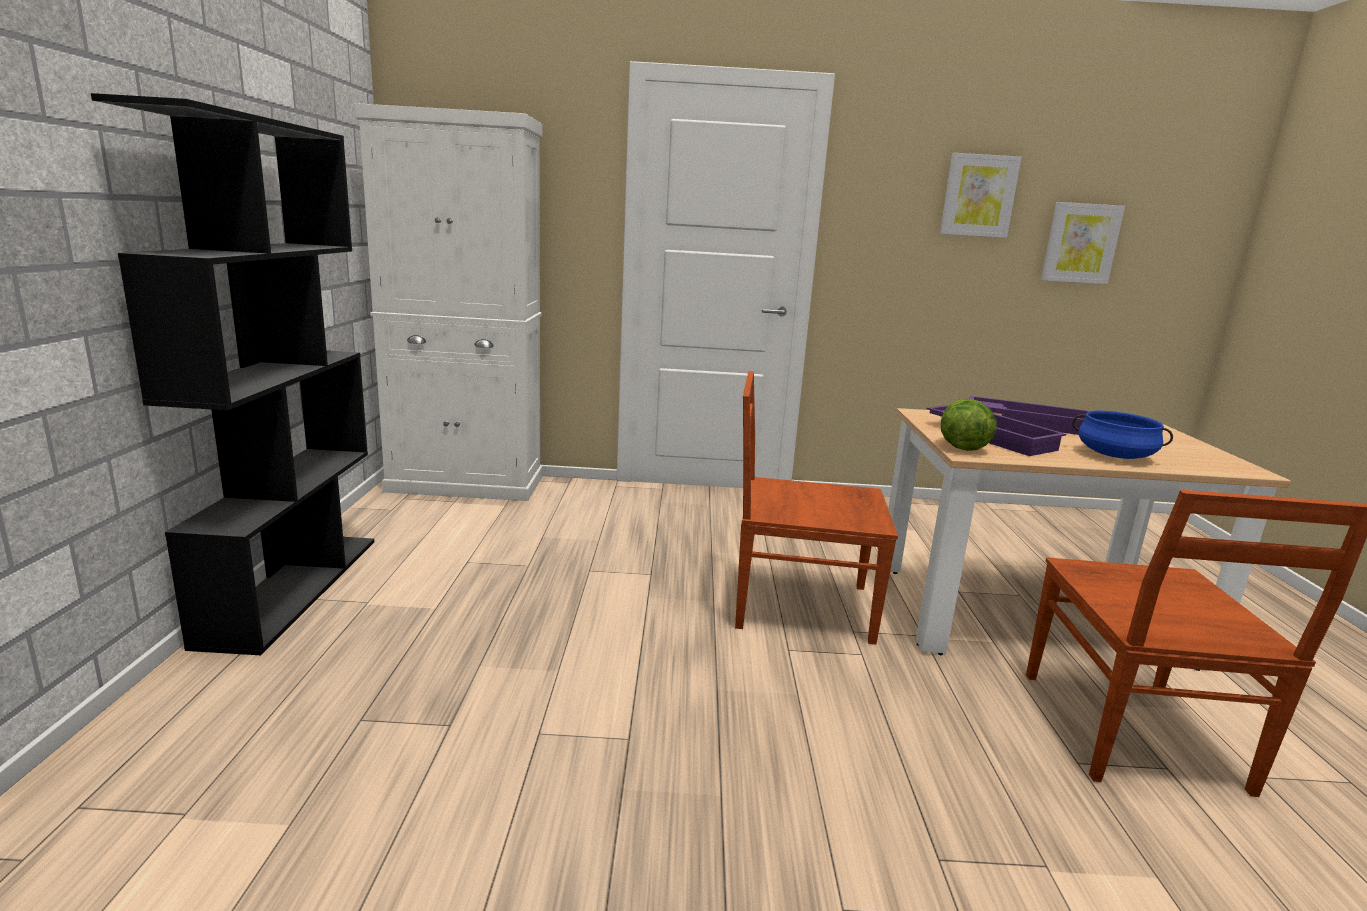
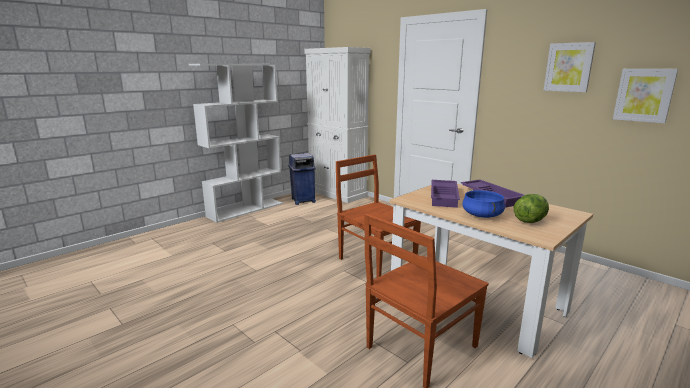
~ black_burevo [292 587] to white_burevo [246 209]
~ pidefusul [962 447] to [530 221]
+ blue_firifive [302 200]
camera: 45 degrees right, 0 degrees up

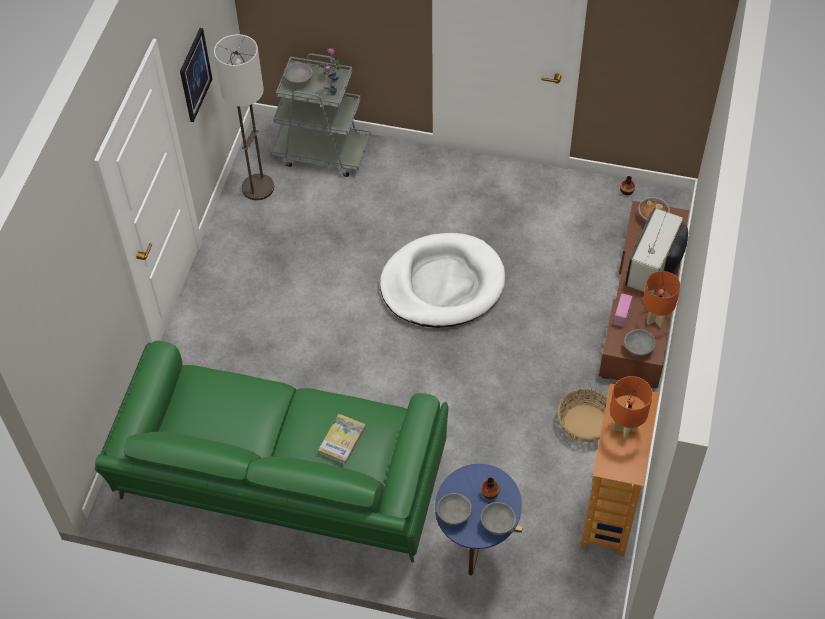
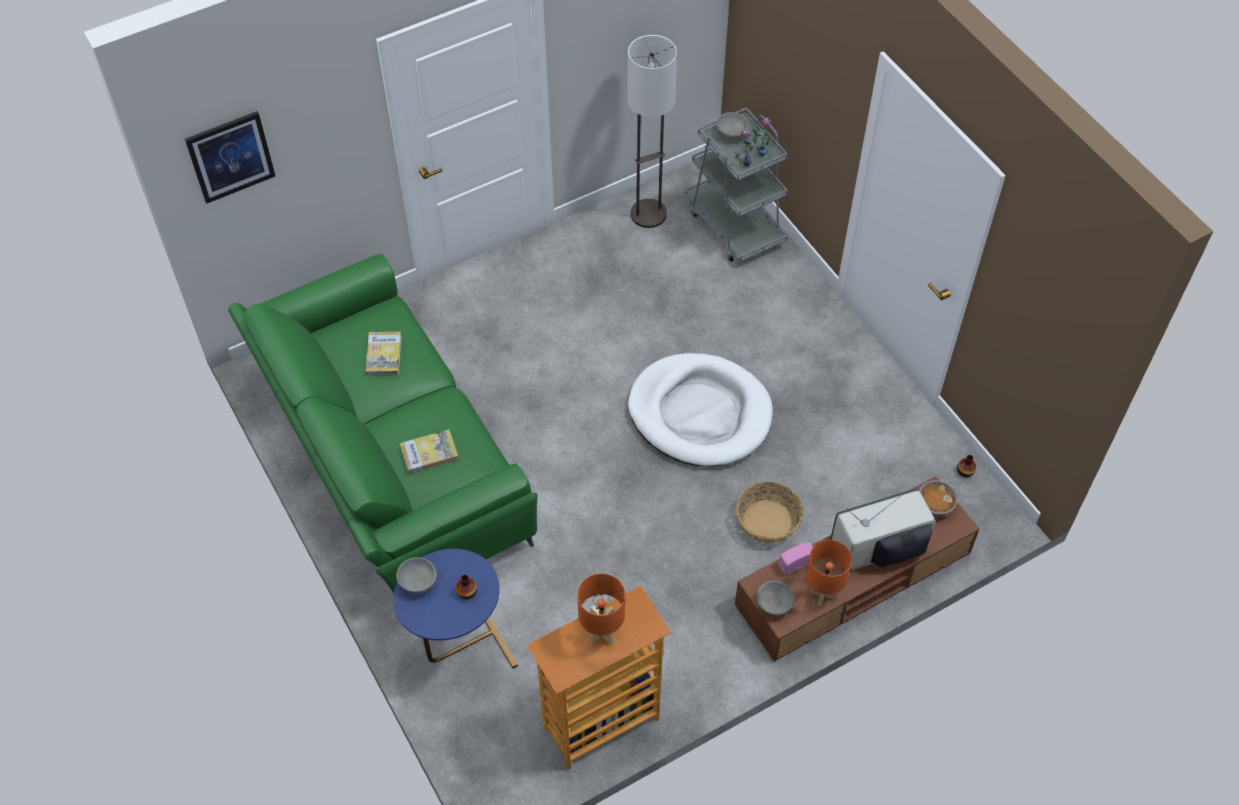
~ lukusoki [195 75] to [230 156]
- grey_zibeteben [498 524]
~ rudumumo [584 423] to [767 521]
+ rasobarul [383 355]
camera: 45 degrees right, 0 degrees up

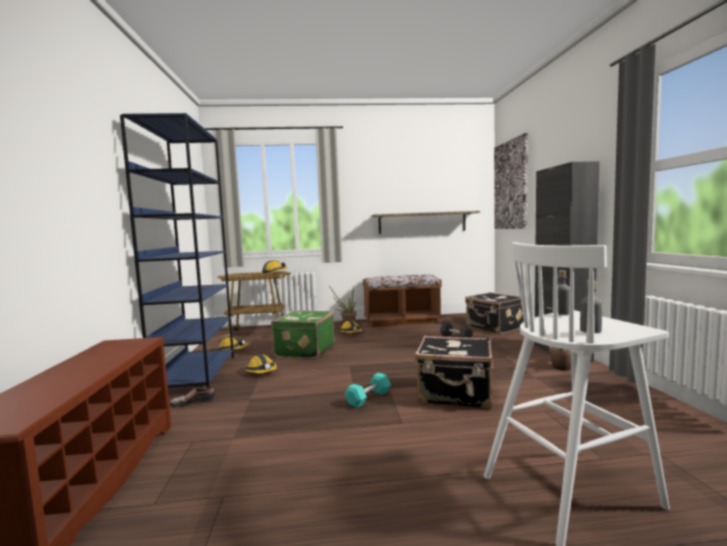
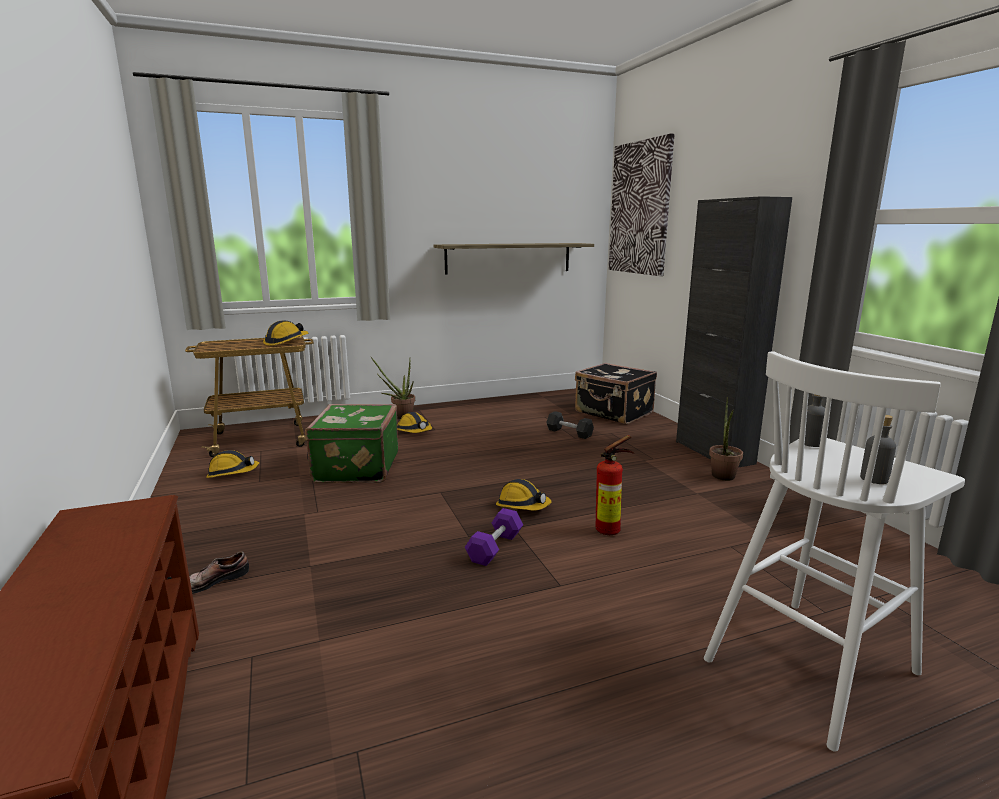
- blue_burevo [196 375]
~ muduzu [261 372] to [523 506]
~ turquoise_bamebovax [368 398] to purple_bamebovax [495 547]
- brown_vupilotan [401 321]
~ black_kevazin [456 394] to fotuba [611 530]
camera: 15 degrees left, 10 degrees up

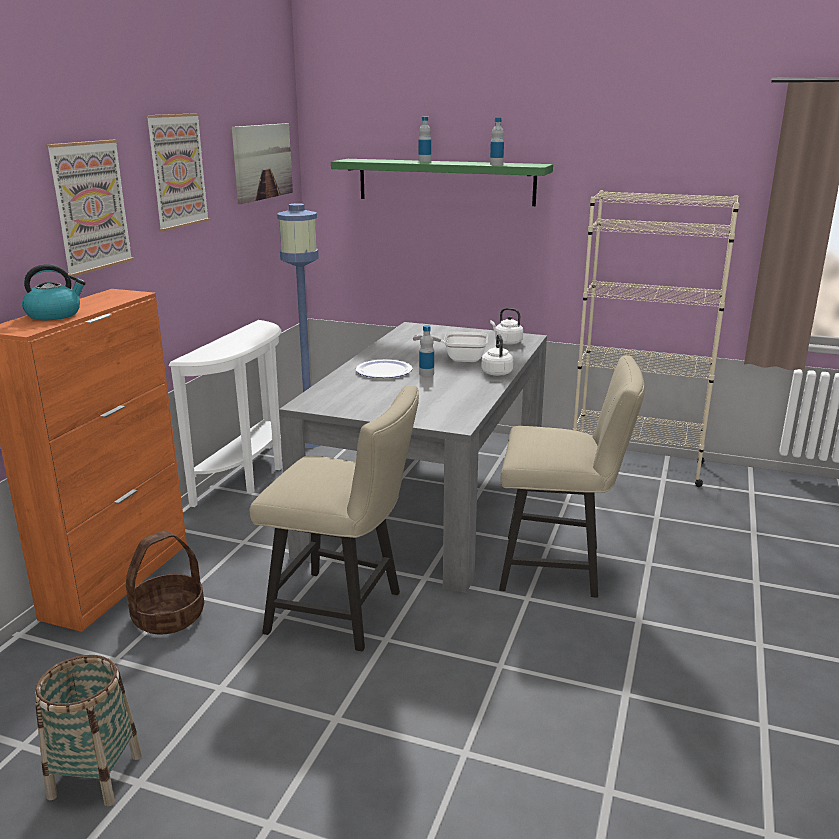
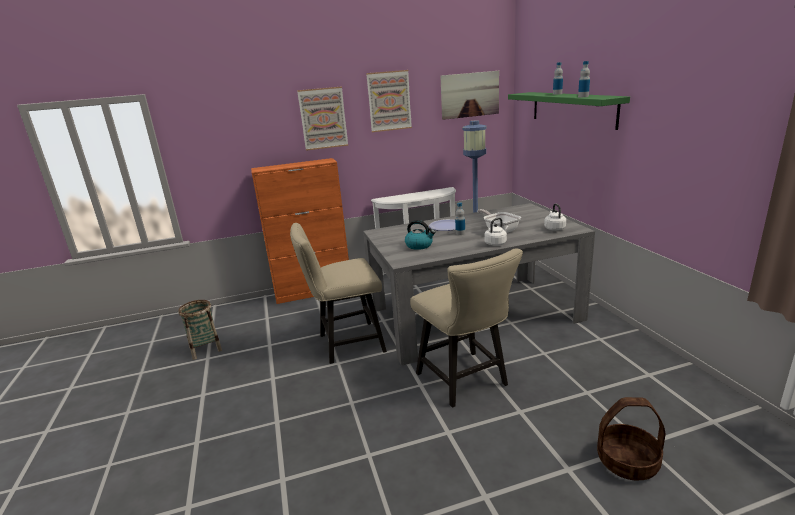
~ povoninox [55 315] to [419 245]
~ rudumumo [168 617] to [627 462]
~ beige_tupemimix [344 613] = [346 344] 90 degrees clockwise
- beige_burevo [636 465]
camera: 55 degrees right, 0 degrees up

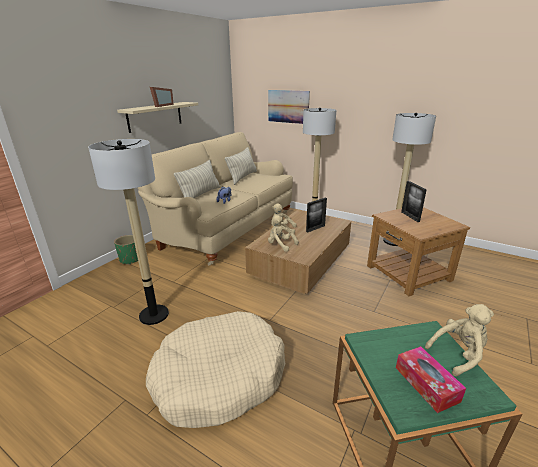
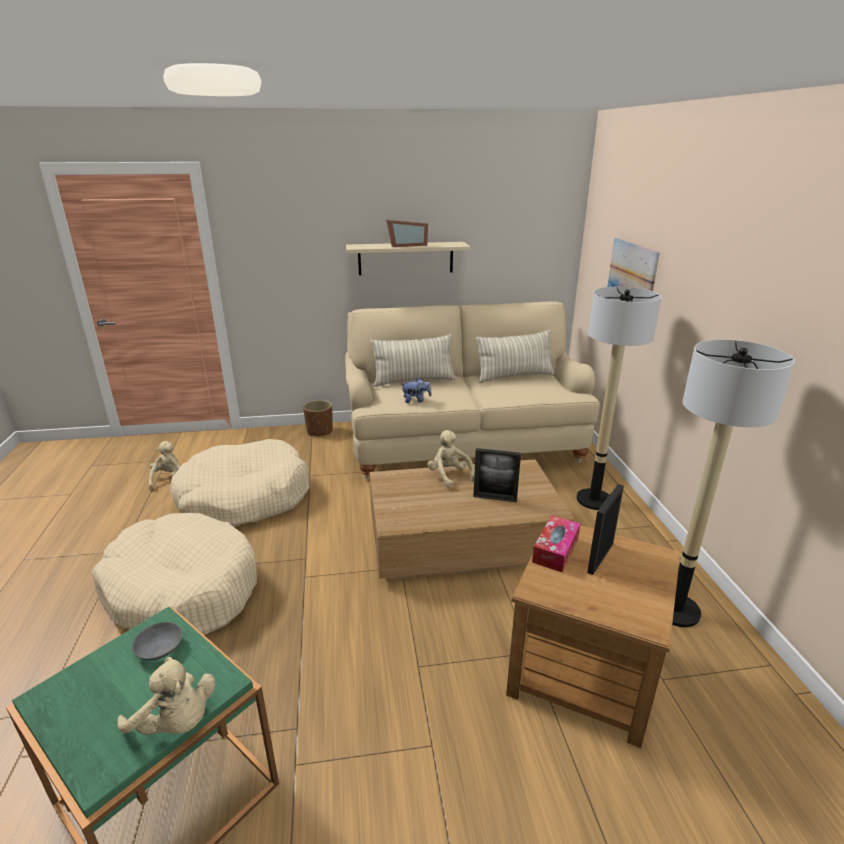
~ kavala [154 315] to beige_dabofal [244 497]
~ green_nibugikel [130 259] to brown_nibugikel [320 431]
~ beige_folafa [280 245] to [169 480]
~ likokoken [426 384] to [555 550]
+ grey_zibeteben [159 649]
camera: 50 degrees right, 0 degrees up

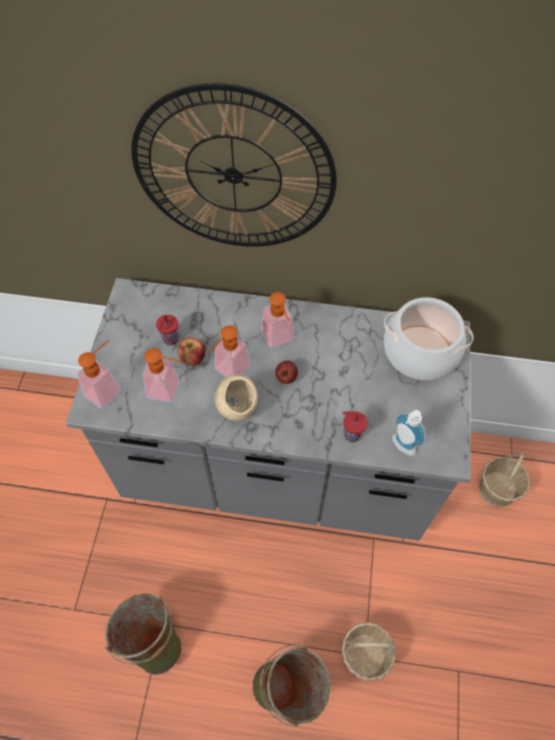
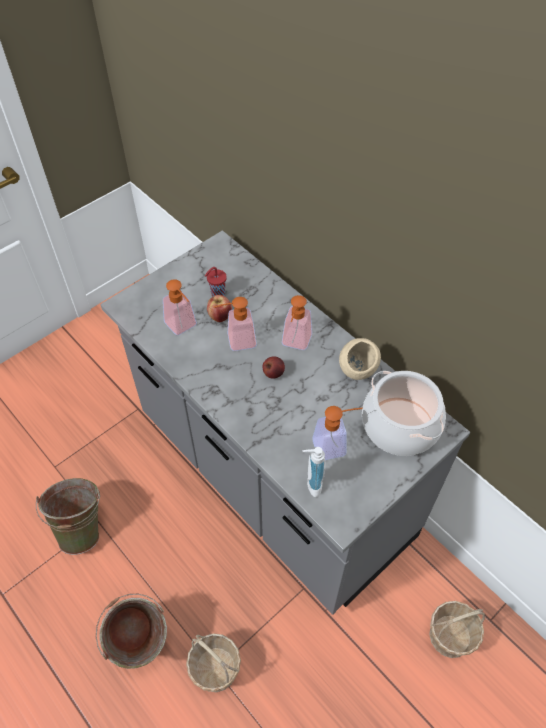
~ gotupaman [107 388] to [335 446]
- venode [233 174]
~ beige_zibeteben [237 409] to [357 372]
- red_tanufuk [351 435]
camera: 40 degrees right, 5 degrees down

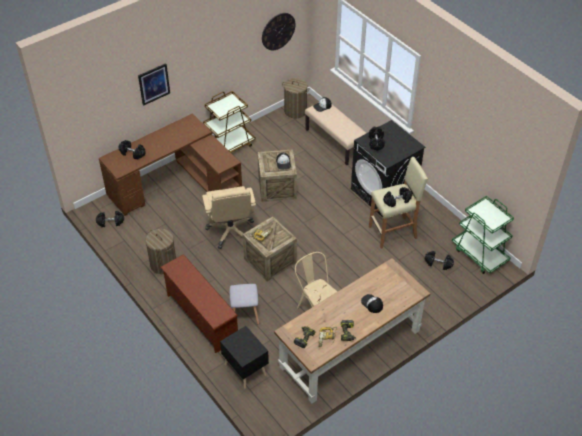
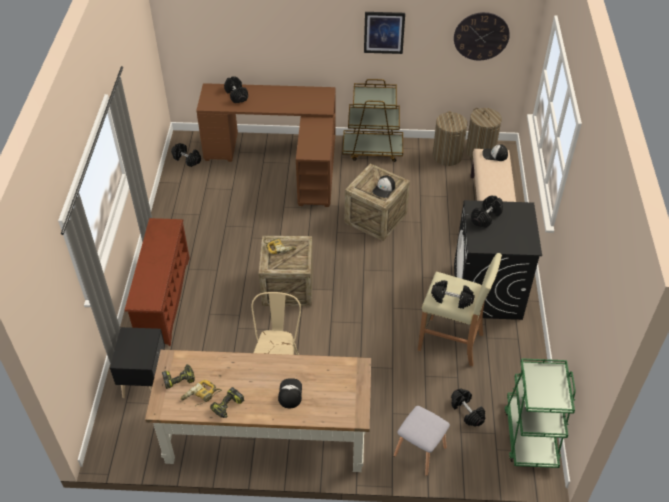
~ lukusoki [154 84] to [384 32]
~ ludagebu [163 264] to [447 156]
- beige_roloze [231 231]
~ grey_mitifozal [245 314] to [421 451]
camera: 40 degrees right, 0 degrees up

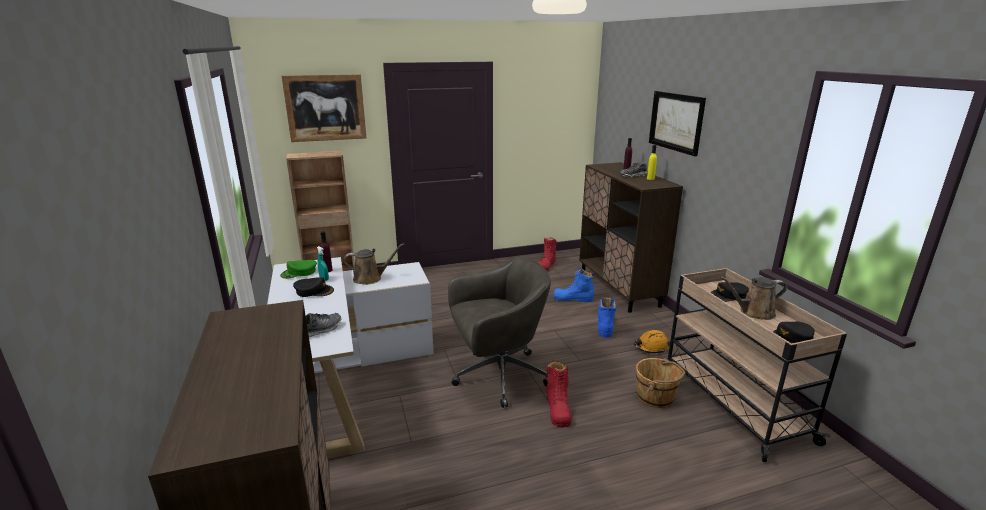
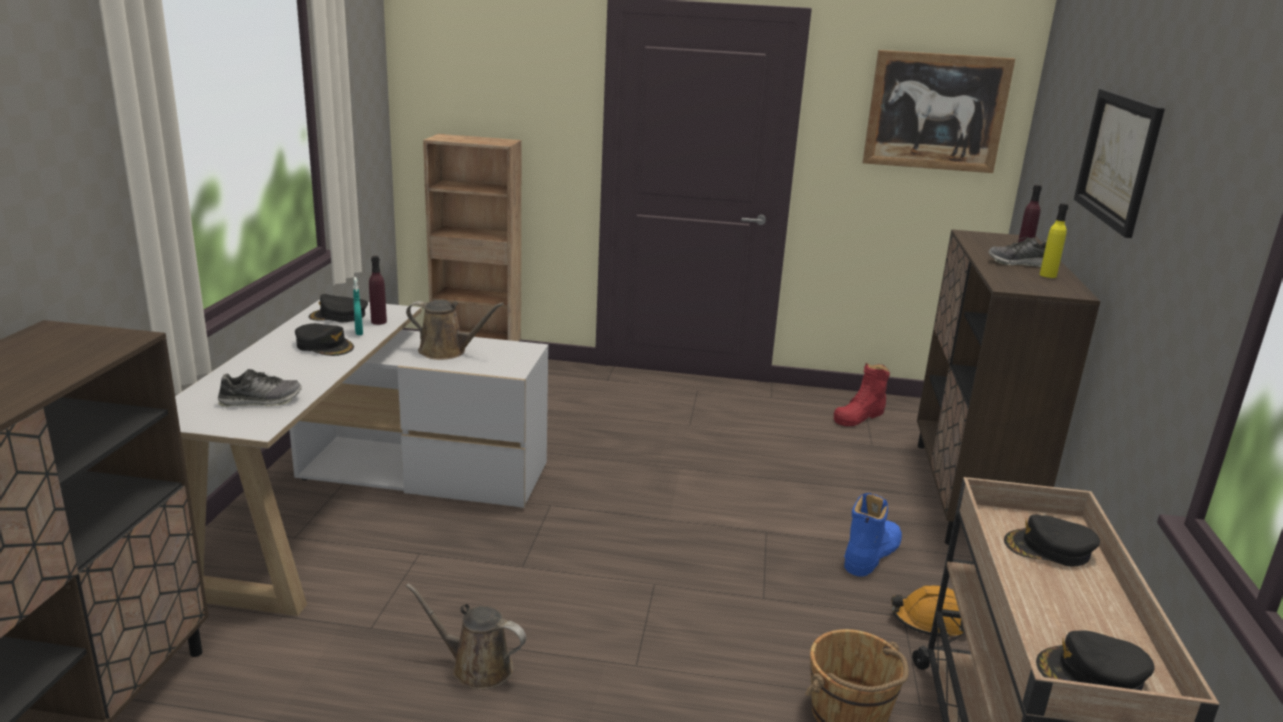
~ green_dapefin [299 272] to black_dapefin [338 316]
~ lukusoki [325 108] to [936 112]
- grey_roloze [498 376]
- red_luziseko [558 409]
- blue_luziseko [573 298]
~ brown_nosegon [754 312] to [476 667]
camera: 25 degrees right, 0 degrees up

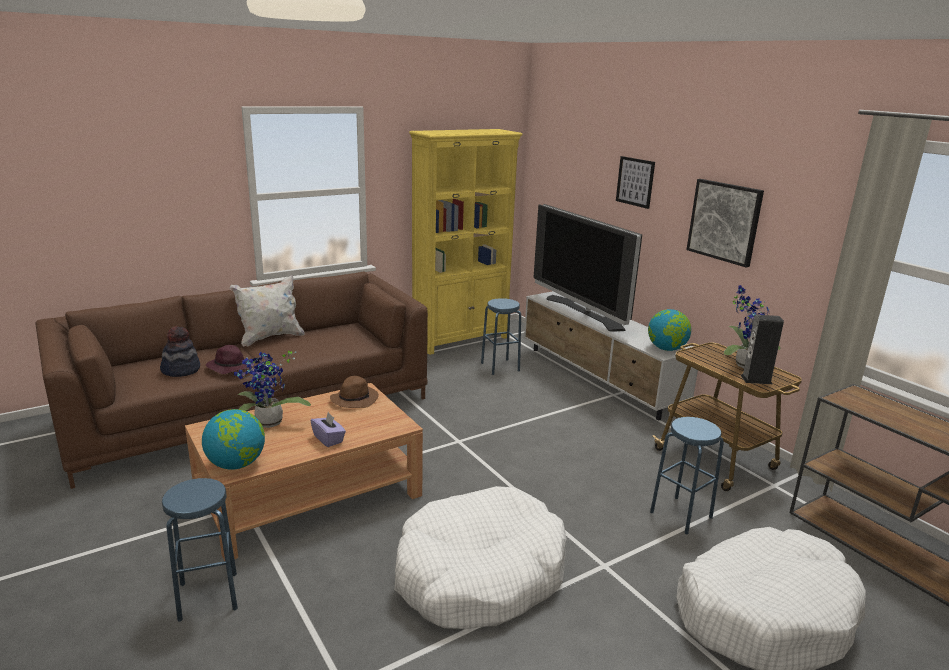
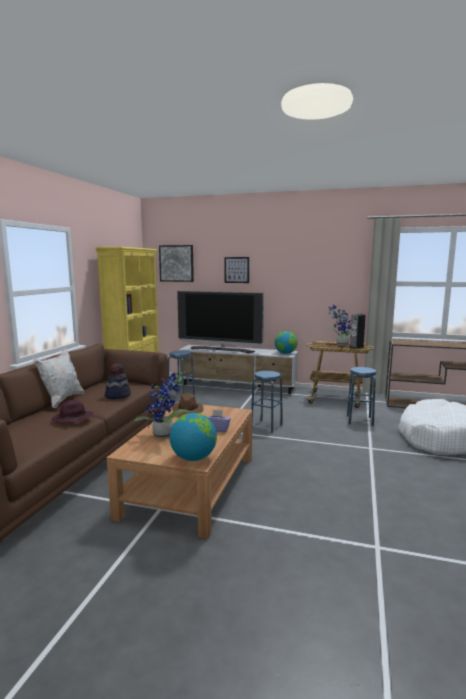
~ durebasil [181 370] to [117 395]
~ blue_mitifozal [208 596] to [266 426]
- white_dabofal [479 574]
~ lukusoki [724 221] to [176 263]
camera: 40 degrees left, 10 degrees down

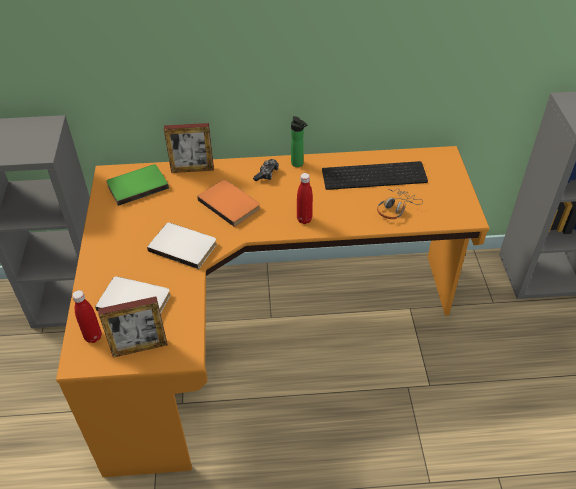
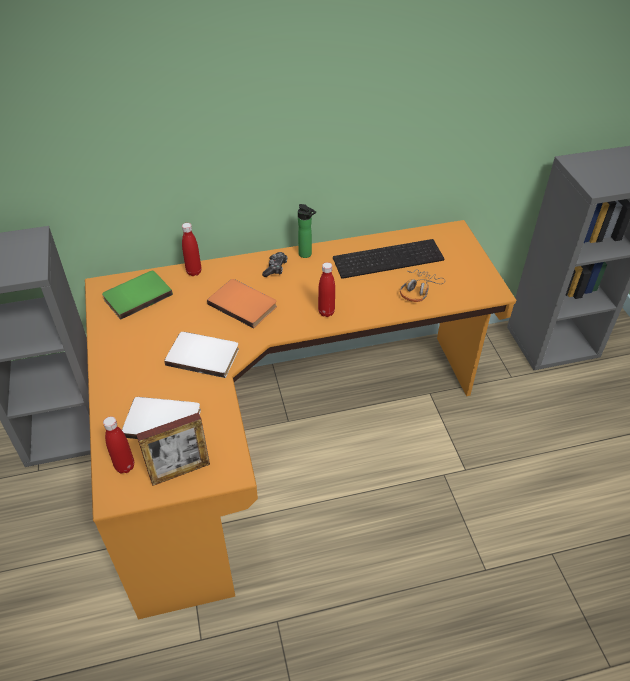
~ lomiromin [192 169] to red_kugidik [194 272]
camera: 10 degrees left, 0 degrees up

